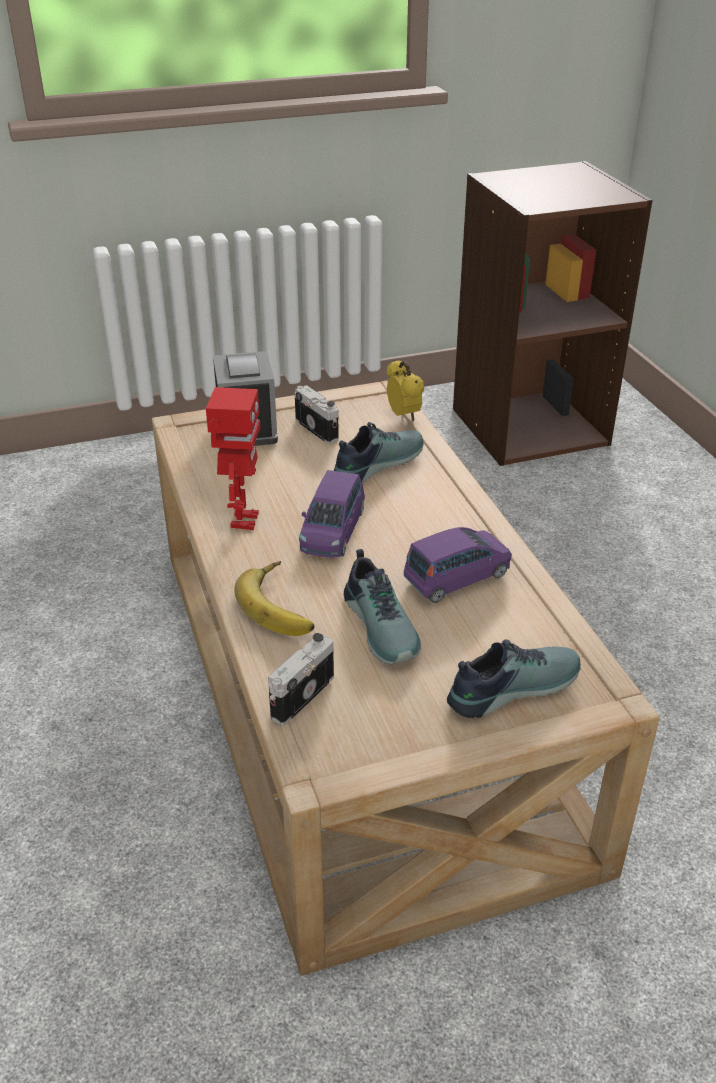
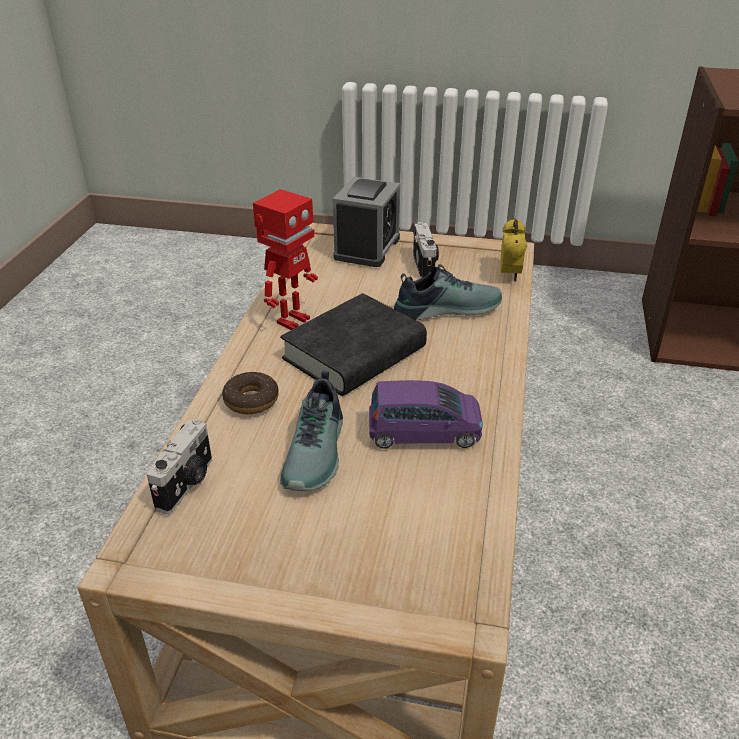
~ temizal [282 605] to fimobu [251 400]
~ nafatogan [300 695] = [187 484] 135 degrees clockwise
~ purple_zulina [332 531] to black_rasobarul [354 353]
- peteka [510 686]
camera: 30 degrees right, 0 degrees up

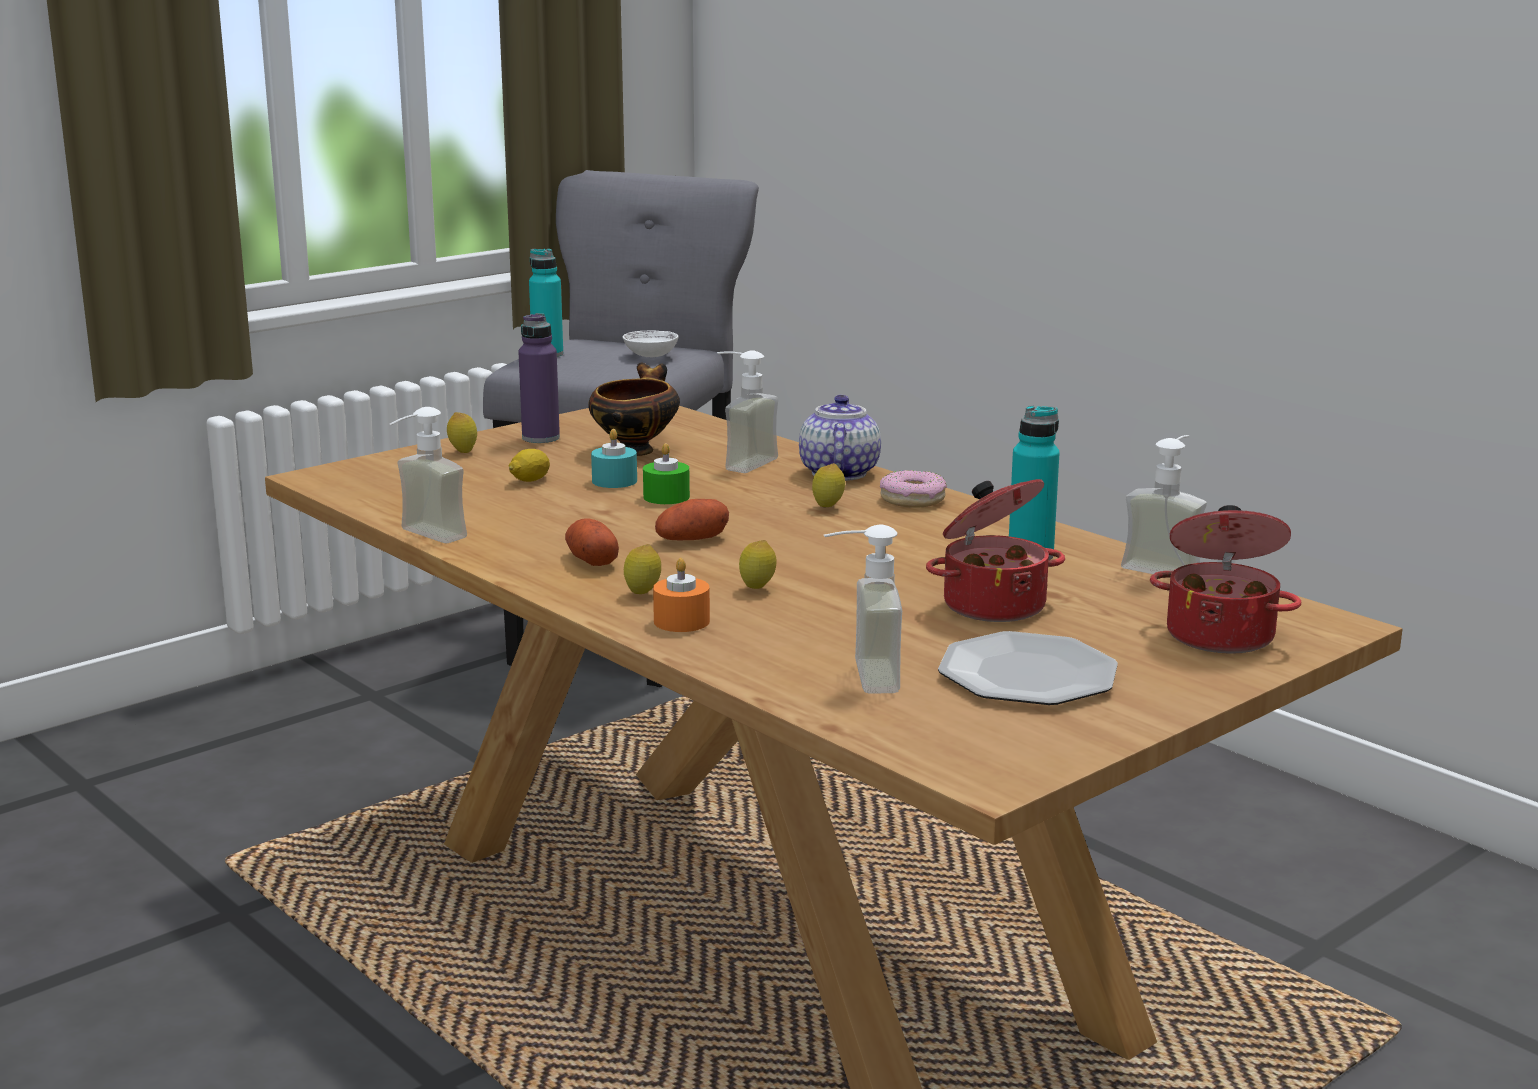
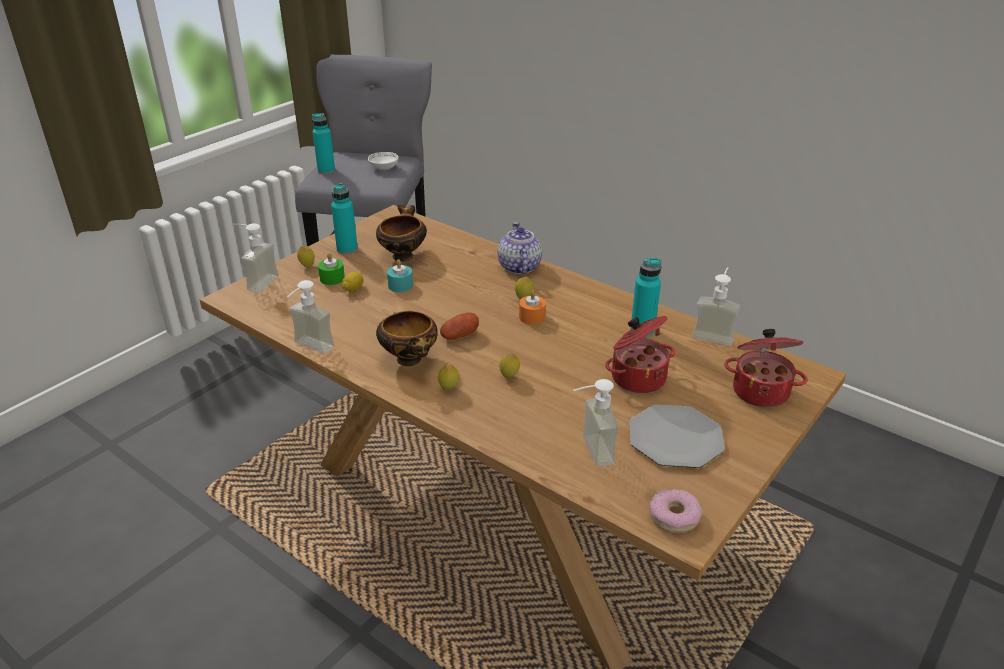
~ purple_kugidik [541 438] to turquoise_kugidik [347 249]
~ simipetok [591 560] to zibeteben [410 360]
~ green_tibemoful [666 497] to [332 278]
~ orange_tibemoful [681 621] to [532 317]
~ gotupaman [740 462] to [256 282]
~ fimobu [912 499] to [674 516]
camera: 10 degrees left, 15 degrees up

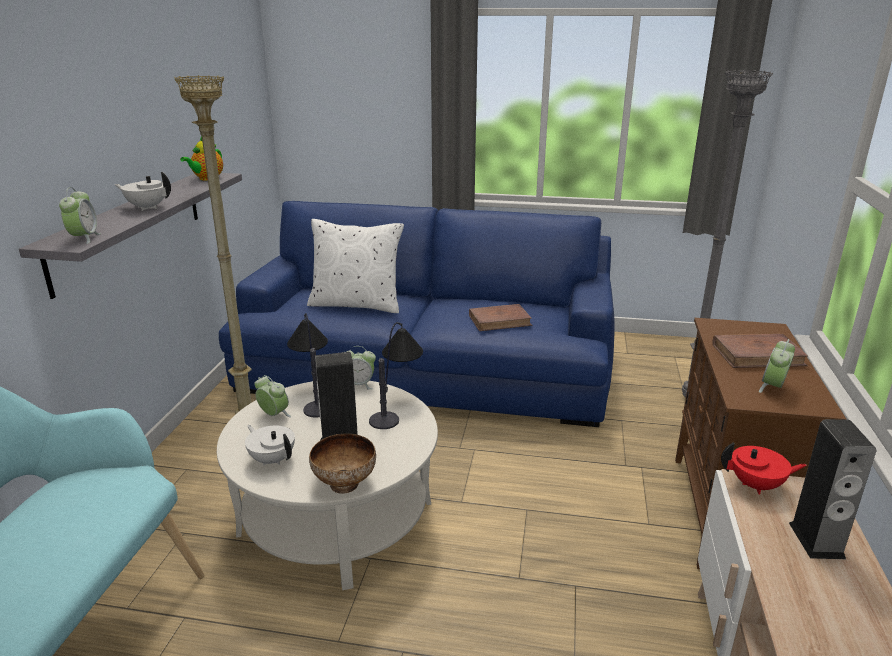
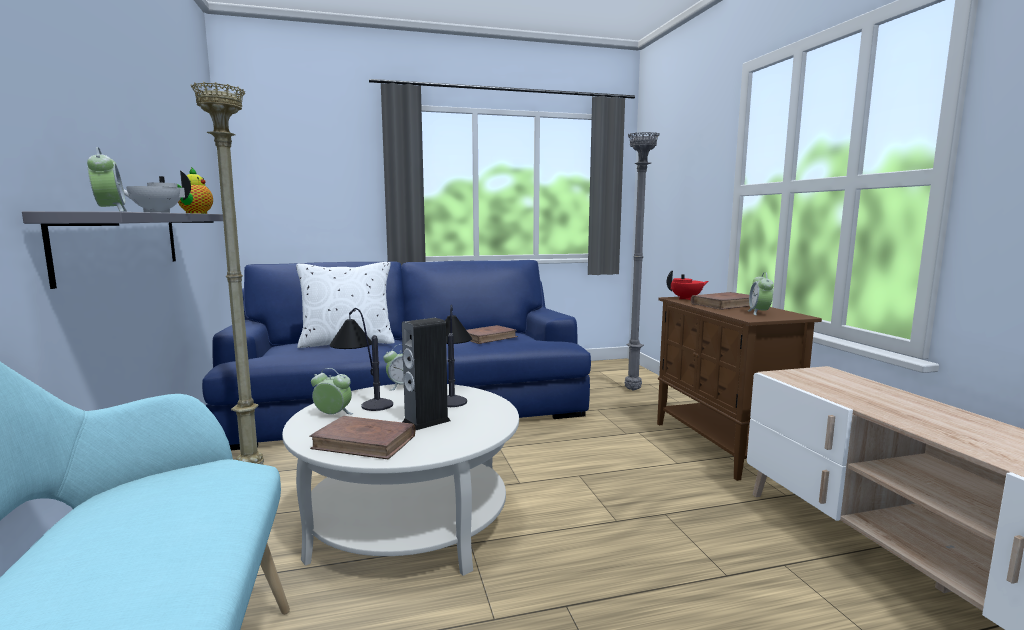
~ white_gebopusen [272 459] to brown_rasobarul [365 442]
- zibeteben [345 484]
~ red_gebopusen [756 485] to [686 299]
- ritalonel [816 540]
camera: 25 degrees left, 15 degrees down

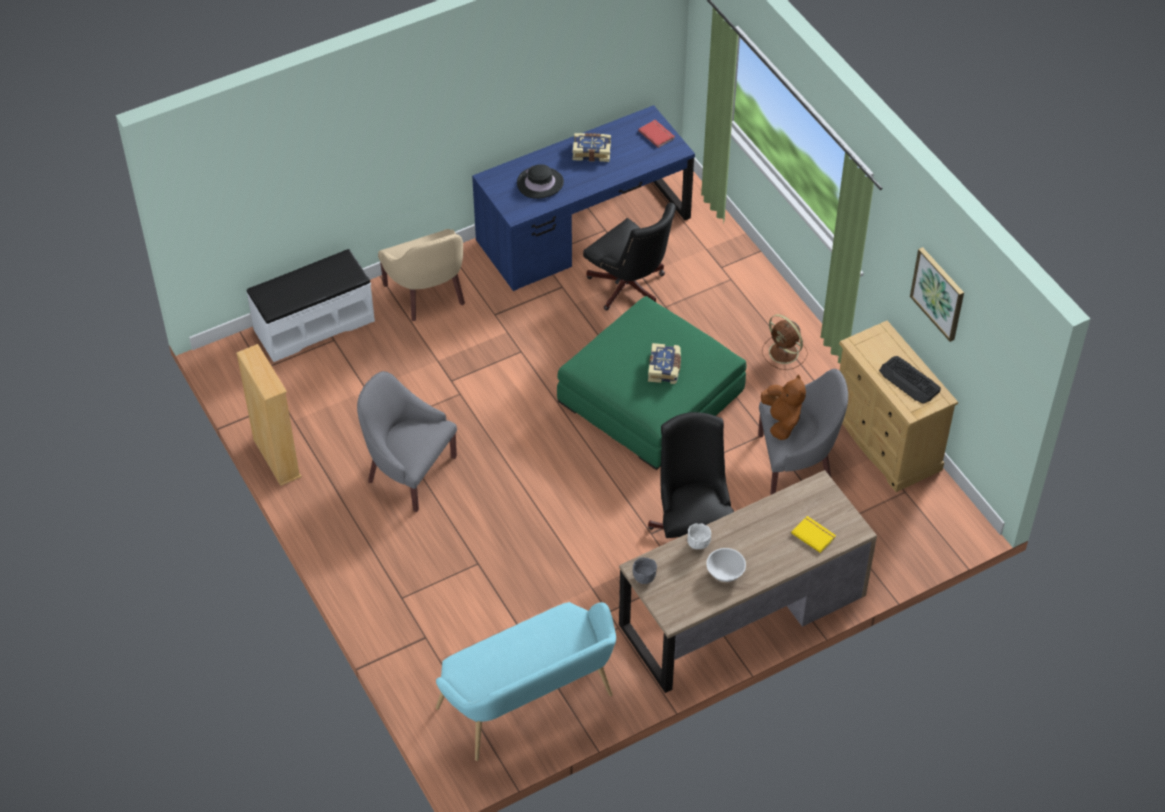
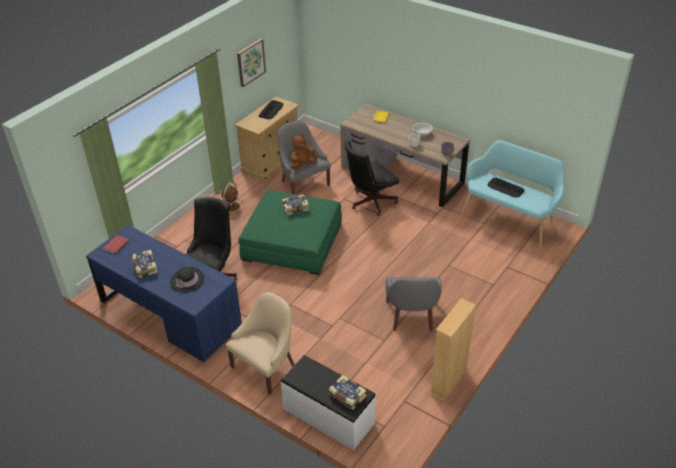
+ rasobarul [347 396]
+ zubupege [505 188]
camera: 115 degrees left, 10 degrees down

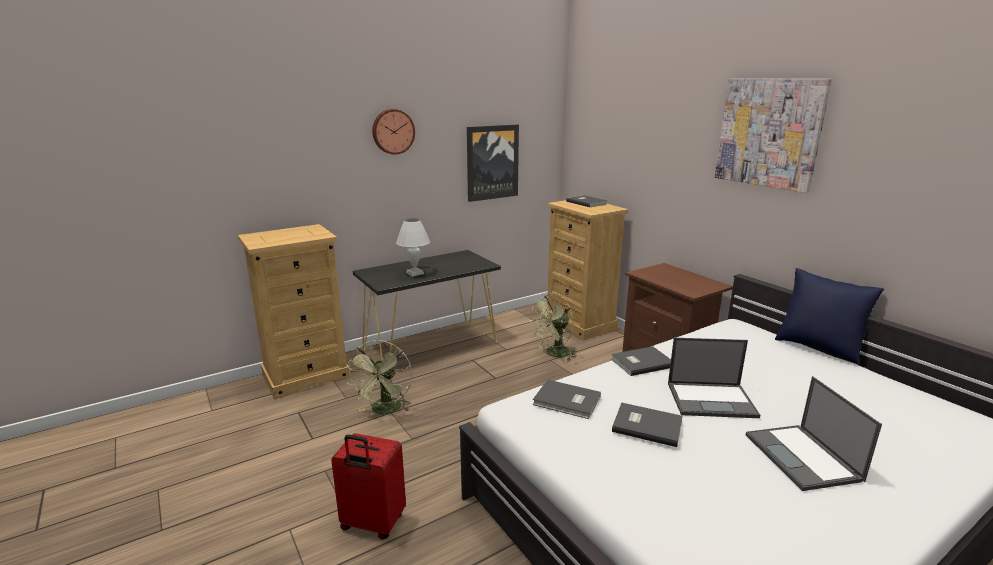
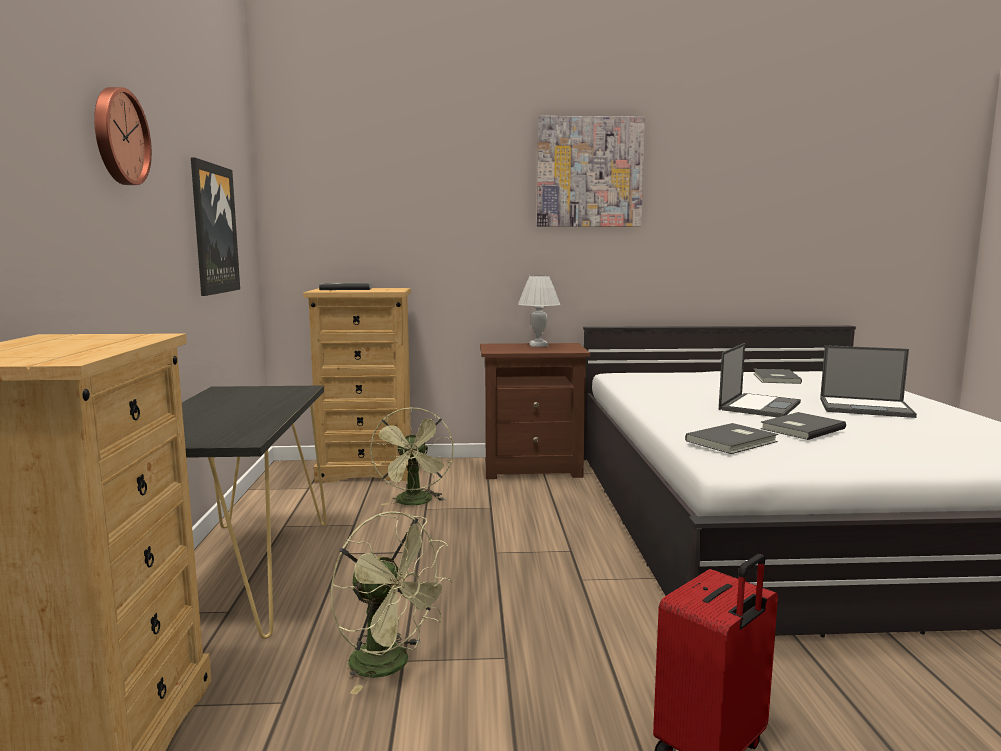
~ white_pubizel [415 273] to [538 345]
~ grey_rasobarul [640 362] to [775 378]
- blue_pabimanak [818 348]
camera: 60 degrees left, 10 degrees down

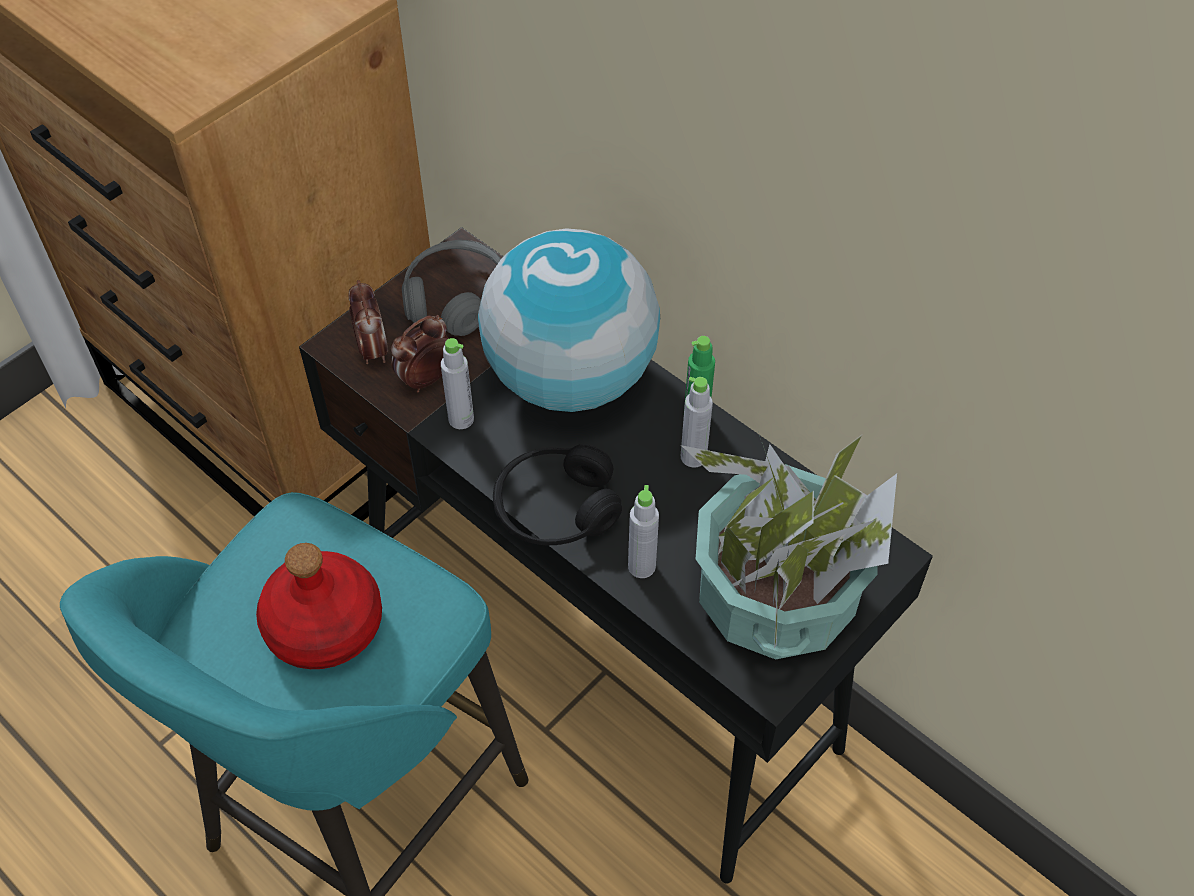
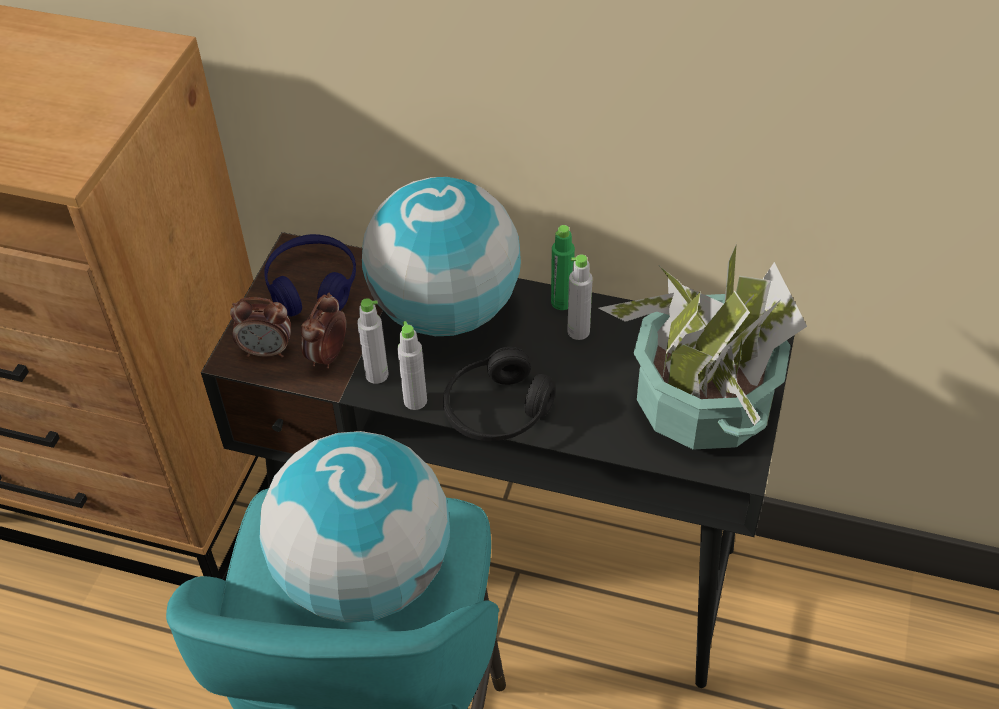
~ red_kugidik [324 624] to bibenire [364 575]
~ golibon [372 350] = [267 351] 135 degrees clockwise
~ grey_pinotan [456 298] to blue_pinotan [312 286]
~ grey_kugidik [641 566] to [415 401]
camera: 25 degrees left, 5 degrees down

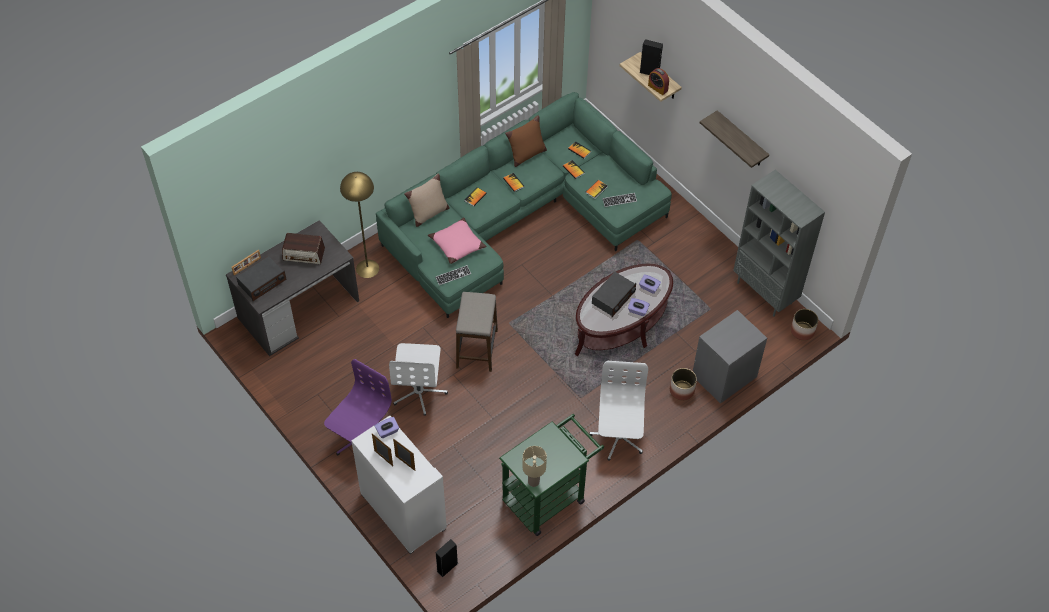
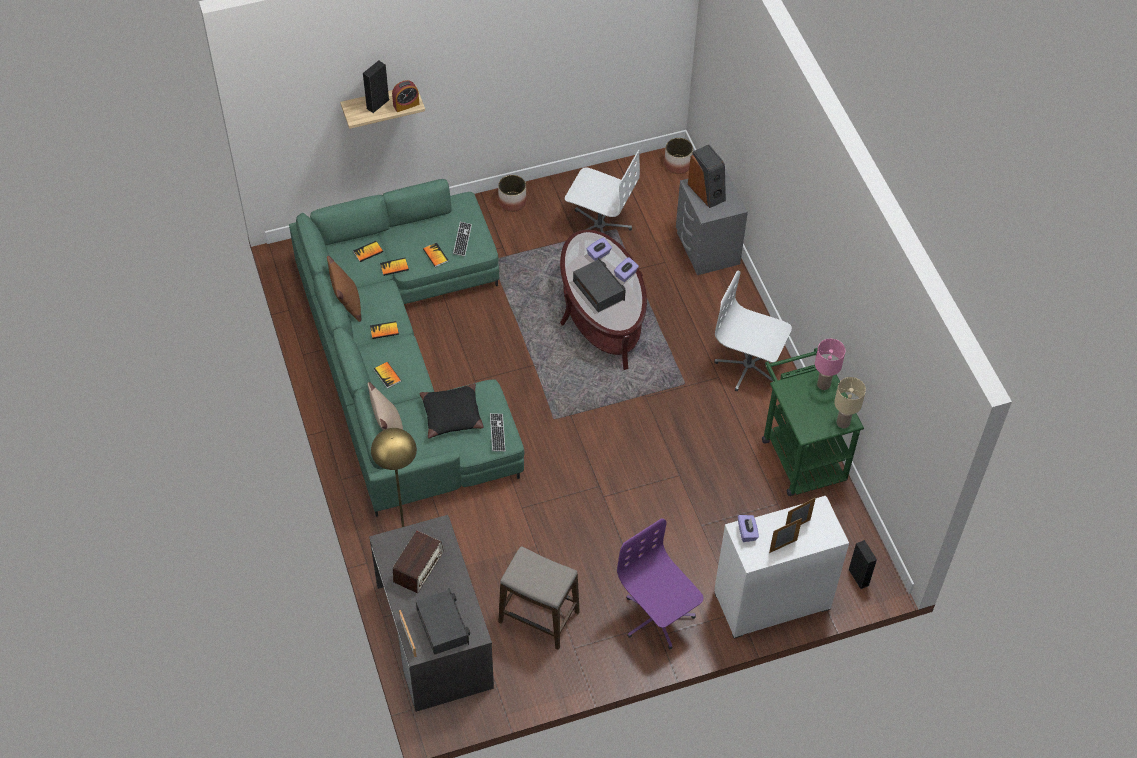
~ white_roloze [419 391] to [599 226]
~ pink_pabimanak [457 245] to black_pabimanak [452 415]
~ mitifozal [477 349] to [539 617]
~ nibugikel [682 390] to [512 201]
- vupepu [741 140]
- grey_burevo [765 293]
+ ritalonel [707 191]
+ pink_pubizel [824 385]
camera: 70 degrees left, 0 degrees up

